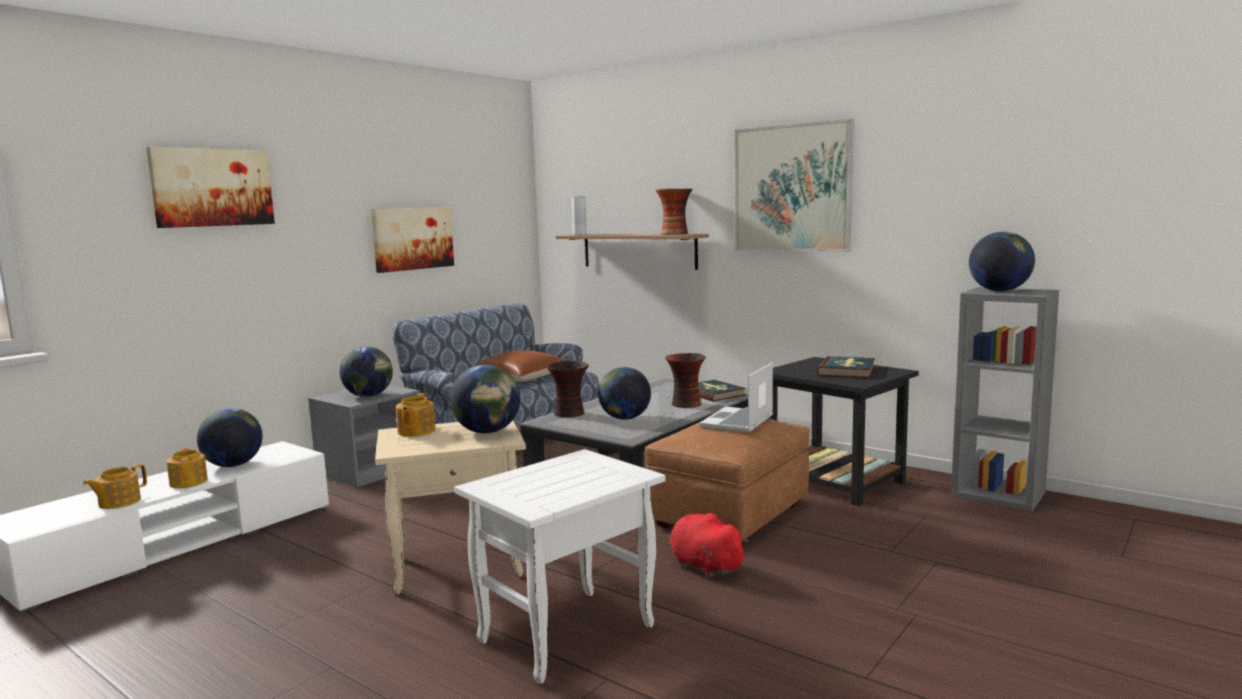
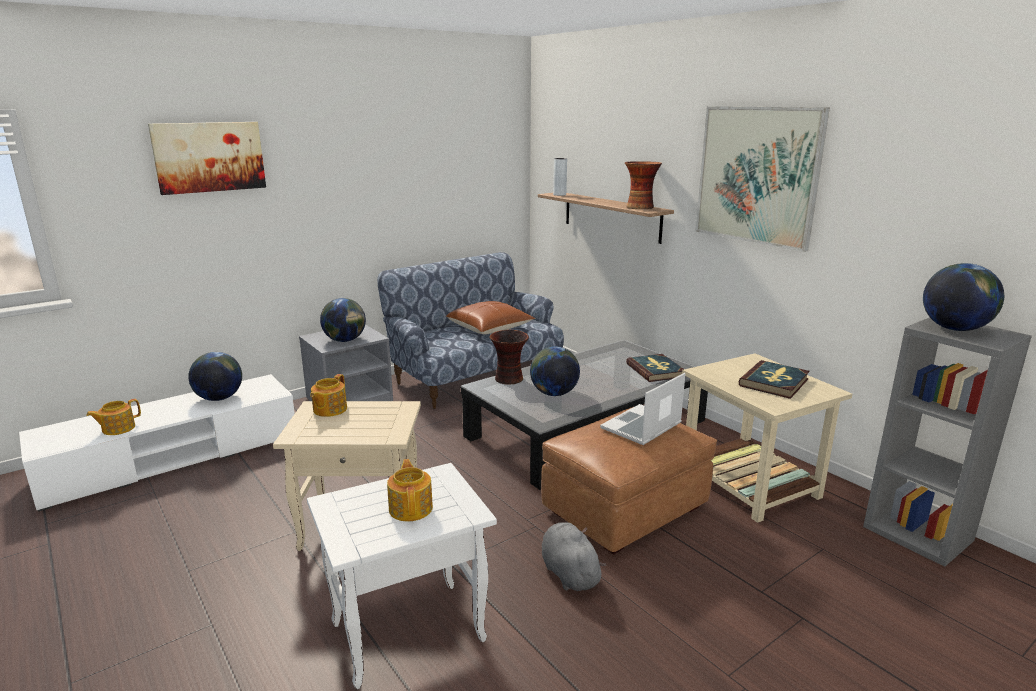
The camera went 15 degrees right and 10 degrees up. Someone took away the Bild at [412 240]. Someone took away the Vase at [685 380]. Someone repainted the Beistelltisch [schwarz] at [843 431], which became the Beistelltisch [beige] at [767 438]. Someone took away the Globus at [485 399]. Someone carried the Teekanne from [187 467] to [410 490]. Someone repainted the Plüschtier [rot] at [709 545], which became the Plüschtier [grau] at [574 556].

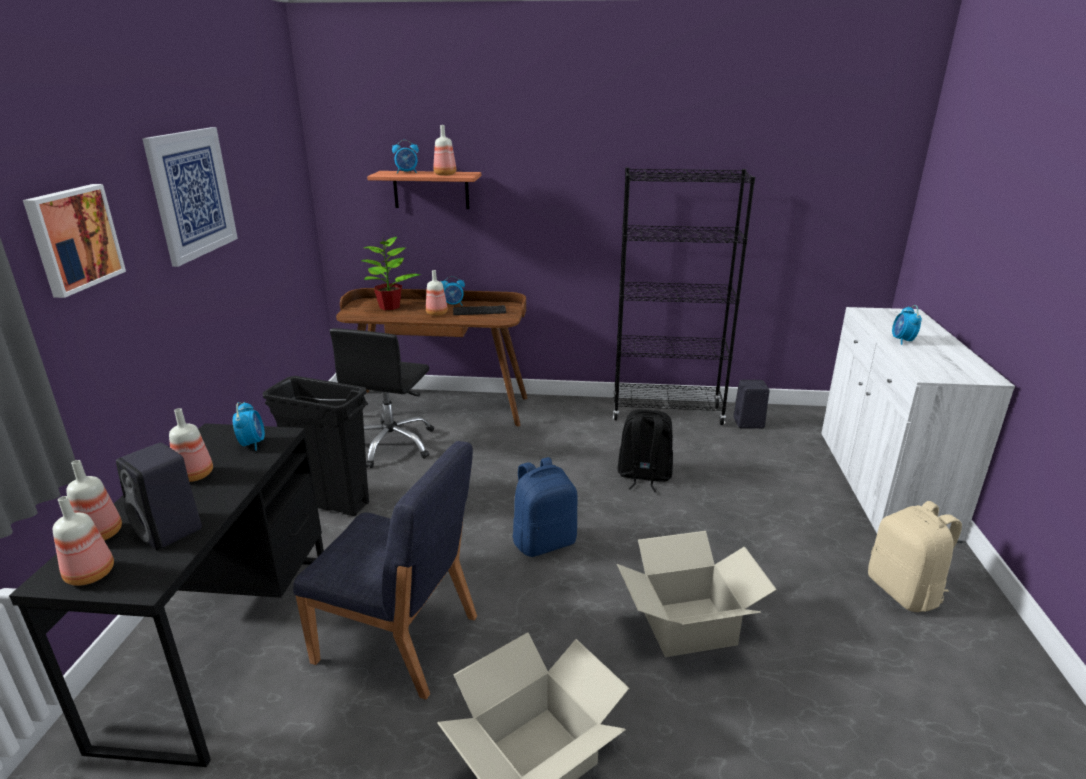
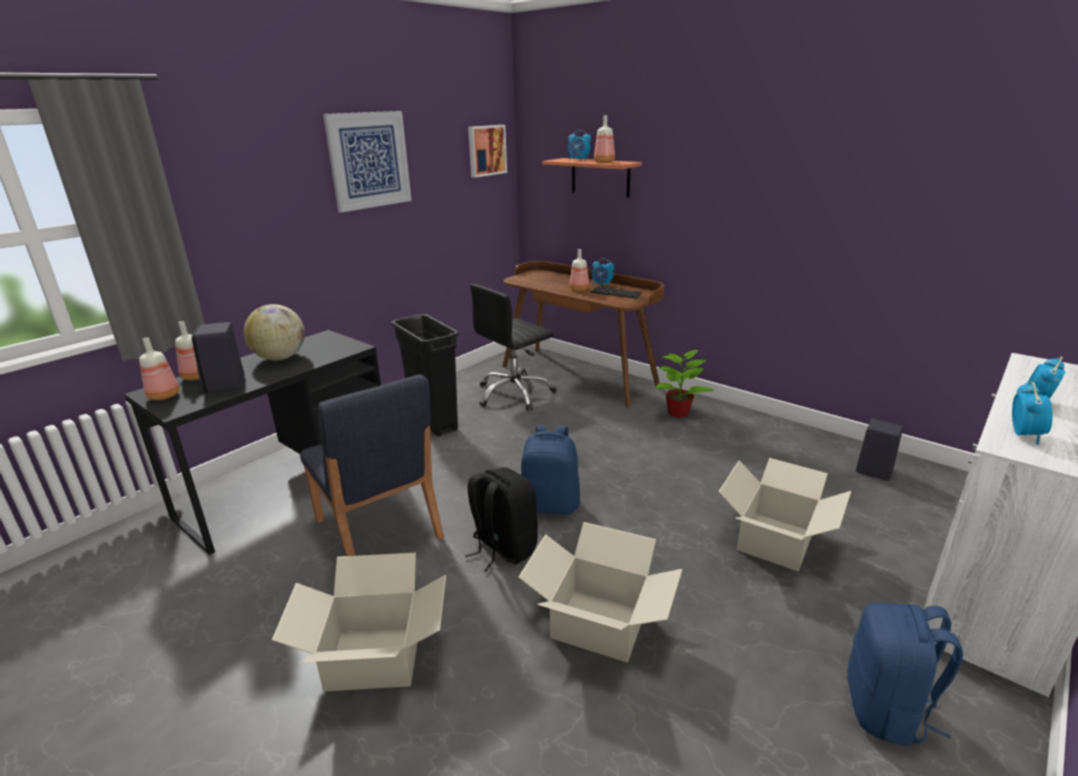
The camera went 35 degrees right and 0 degrees up. Someone took away the Bücherregal [schwarz] at [684 296]. Someone carried the Bild from [74 241] to [487 151]. Someone carried the Topfpflanze from [391 273] to [685 384]. Someone carried the Wecker from [249 426] to [1032 413]. Someone swapped the Flasche at [191 445] for the Globus at [274 332]. Someone carried the Rucksack [schwarz] from [645 450] to [501 519]. Someone repainted the Rucksack [beige] at [915 556], which became the Rucksack [blau] at [905 674]. Someone put down the Karton at [784 514].

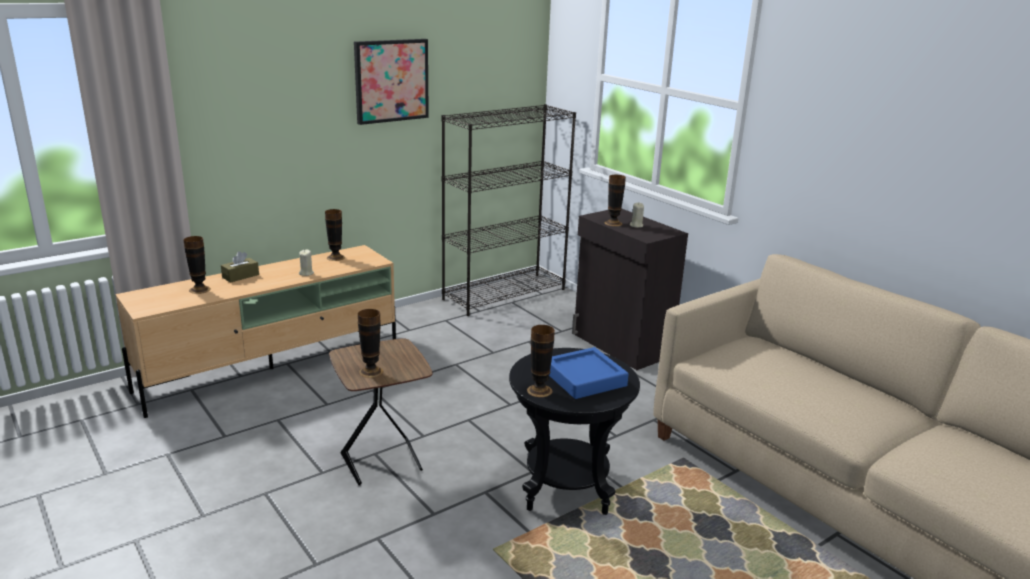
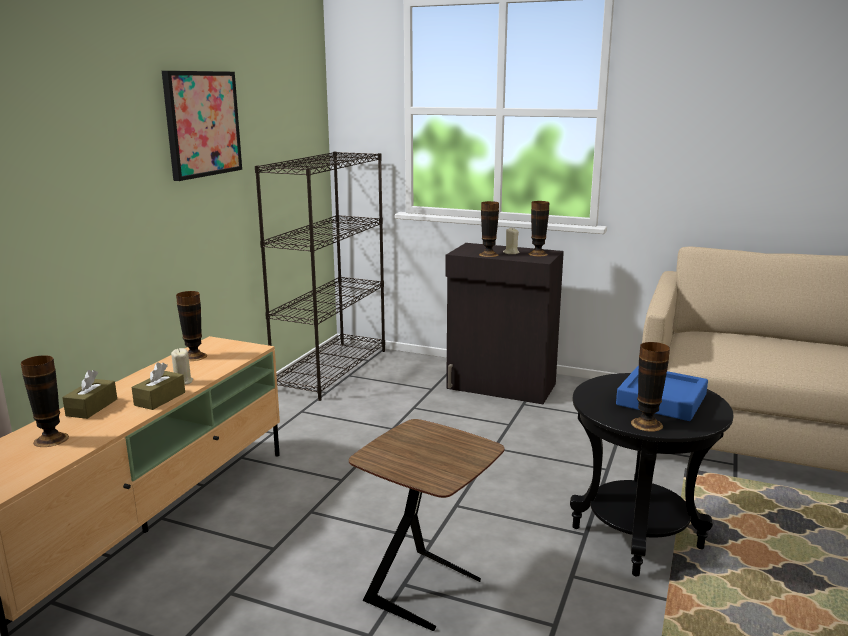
The camera went 30 degrees left and 5 degrees down. Someone carried the Vase from [371 343] to [539 228]. Someone put down the Taschentuchbox [braun] at [158 386].

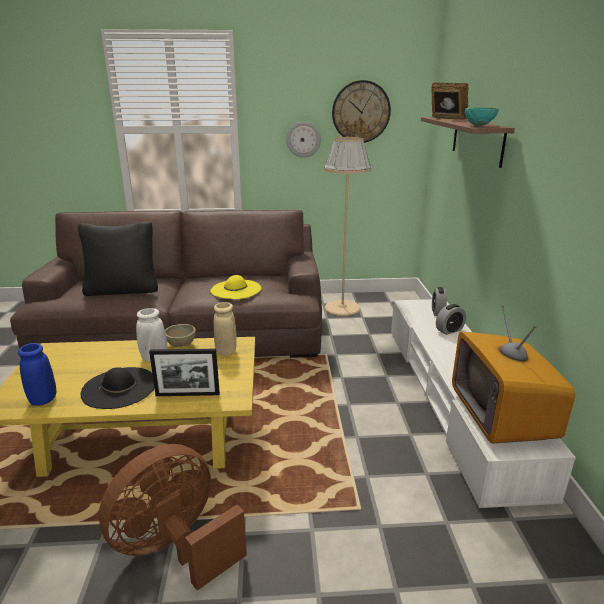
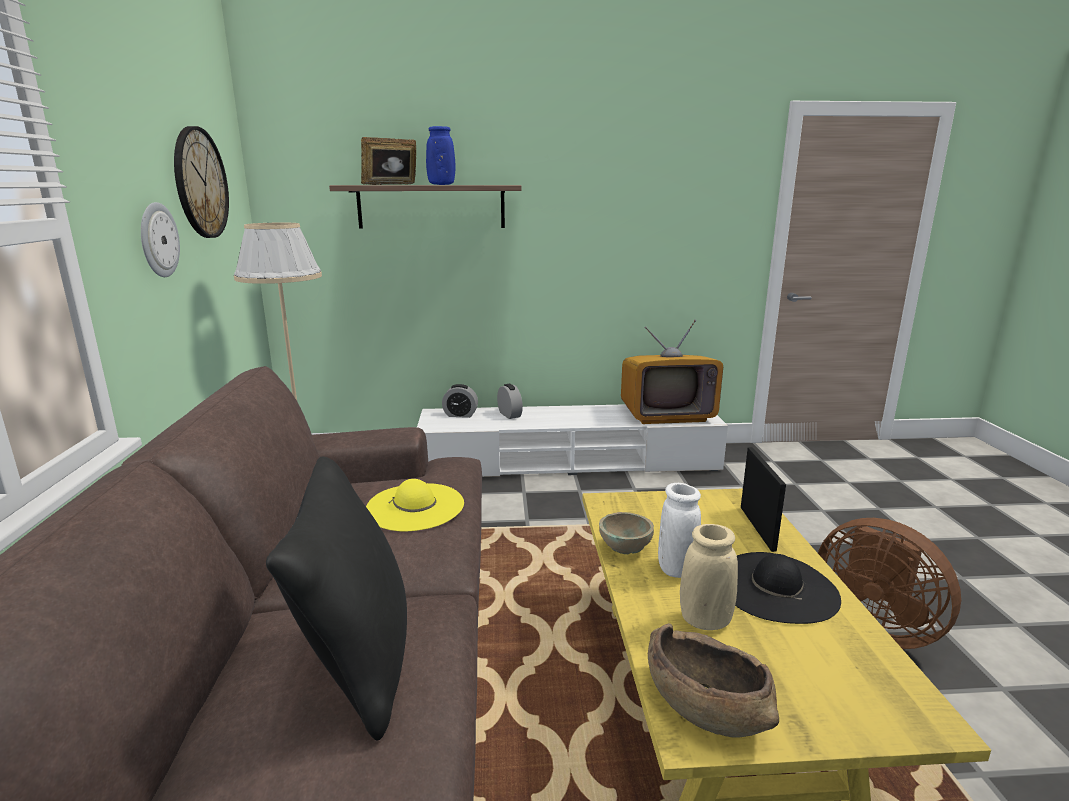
The camera went 90 degrees left and 5 degrees down. Someone took away the Schüssel [türkis] at [482 117]. Someone carried the Vase [beige] from [225 329] to [709 577]. Someone carried the Vase [blau] from [37 374] to [441 155]. Someone put down the Schüssel [braun] at [713 680].

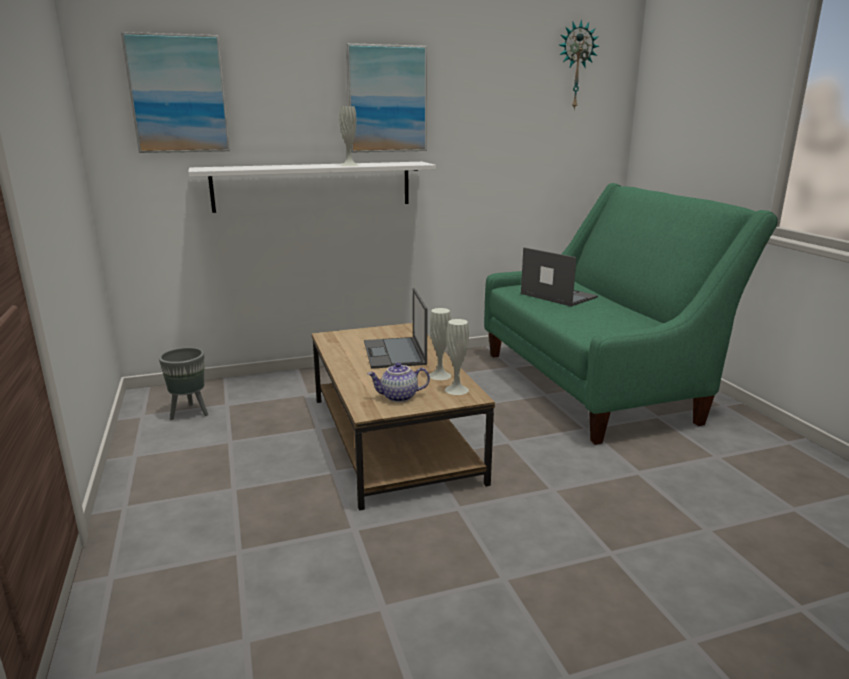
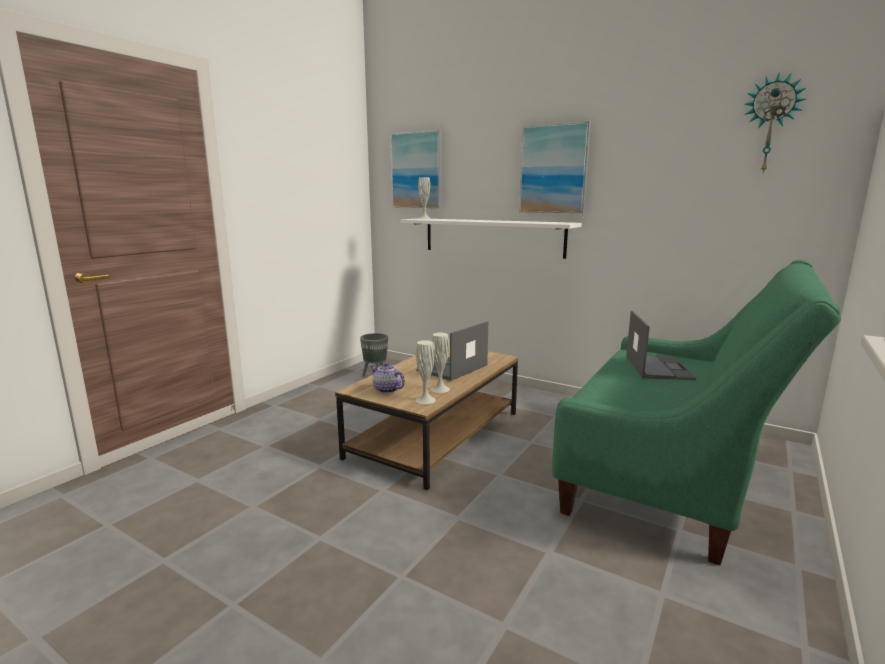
The camera went 50 degrees right and 5 degrees down. Someone carried the Vase [weiß] from [349 136] to [424 198].

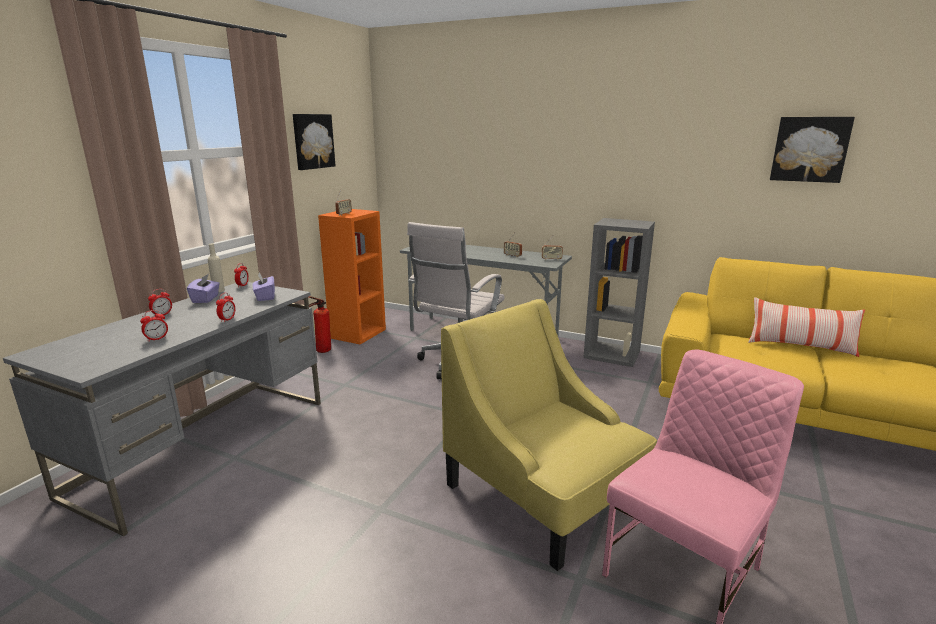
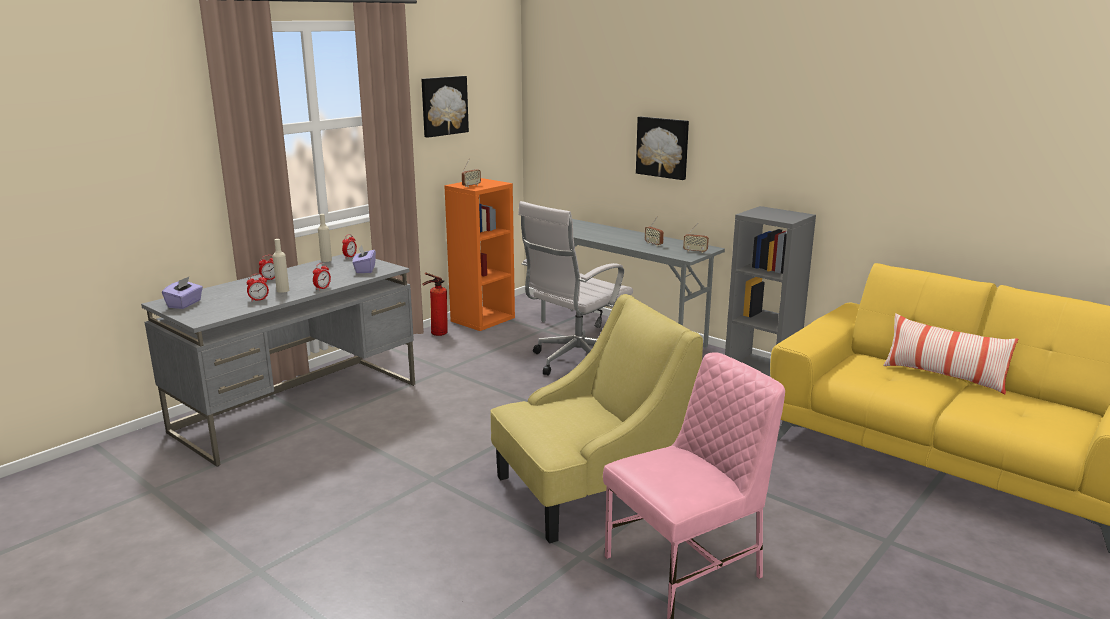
The camera went 15 degrees right and 0 degrees up. Someone carried the Bild from [812 150] to [662 148]. Someone carried the Taschentuchbox [lila] from [203 288] to [182 293]. Someone rotated the Sessel [gelb] at [549 435] by 90 degrees clockwise. Someone put down the Flasche [beige] at [281 266].

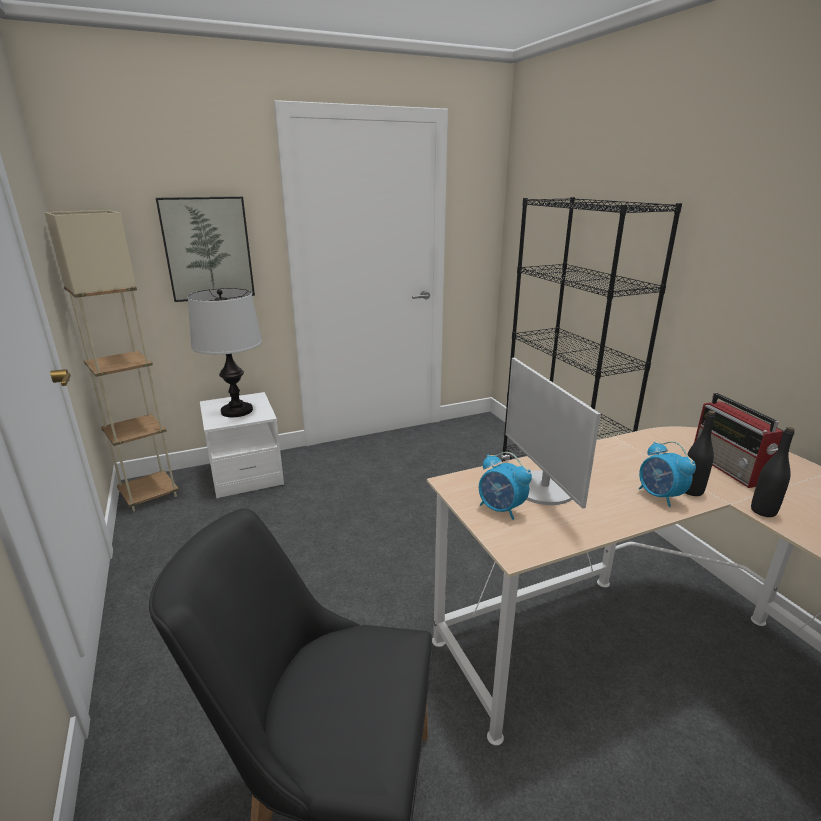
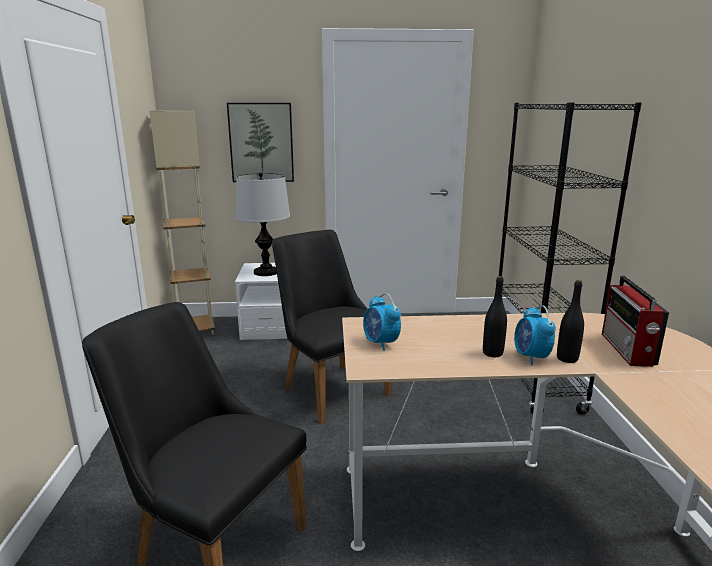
The camera went 20 degrees right and 5 degrees down. Someone took away the Monitor at [553 433]. Someone carried the Flasche [schwarz] from [773 472] to [495 316]. Someone put down the Stuhl [schwarz] at [332 327].

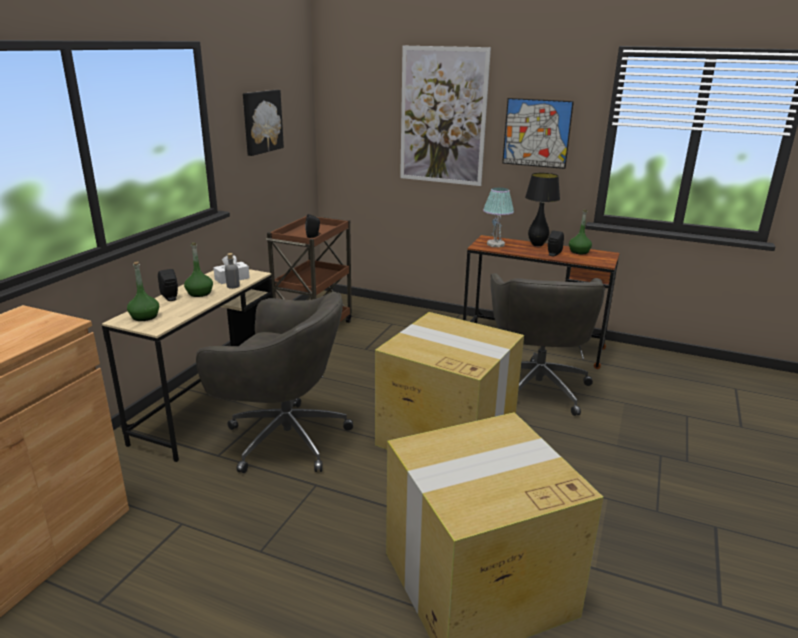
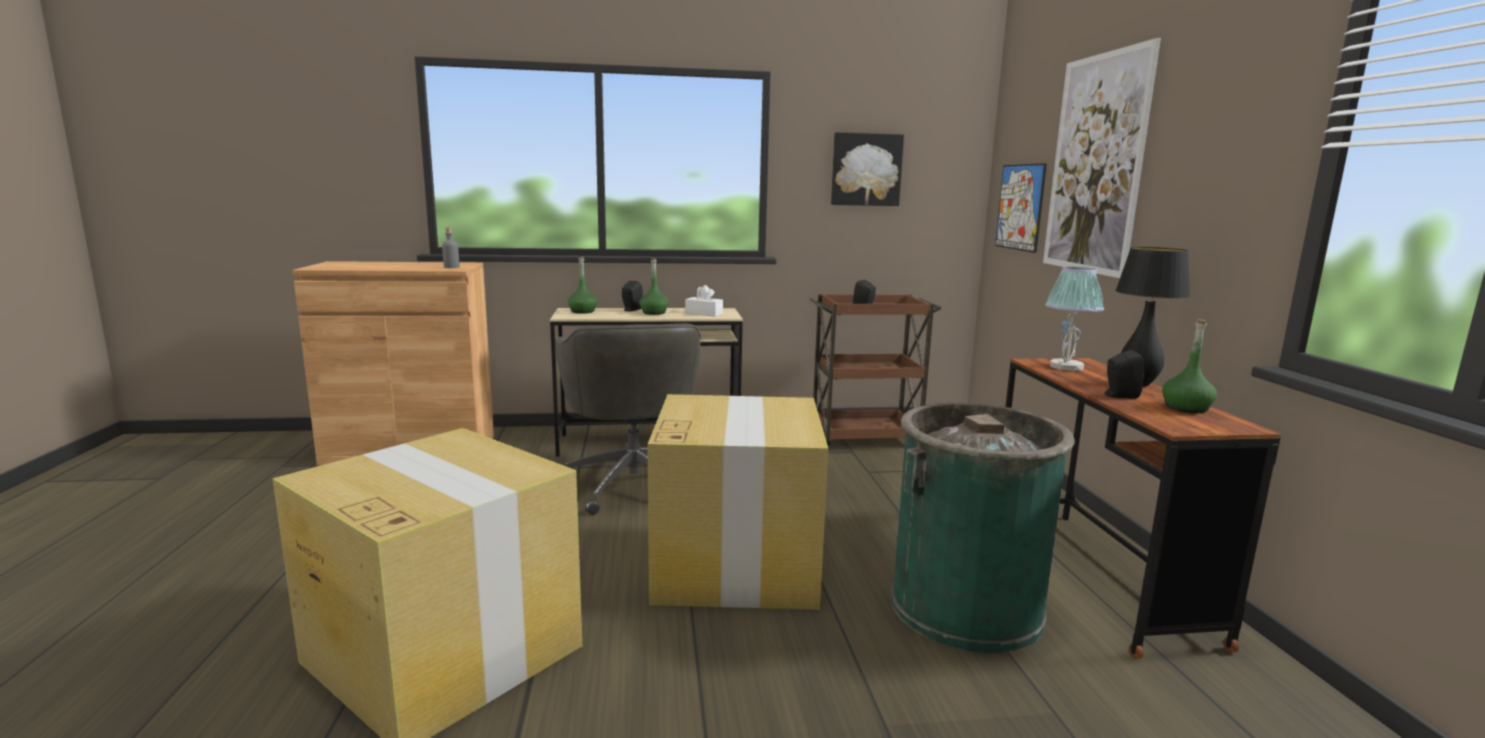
The camera went 60 degrees right and 10 degrees down. Someone carried the Bild from [538 133] to [1021 208]. Someone carried the Flasche [grau] from [232 271] to [451 247]. Someone swapped the Bürostuhl [grau] at [547 344] for the Mülleimer [grün] at [983 528].

